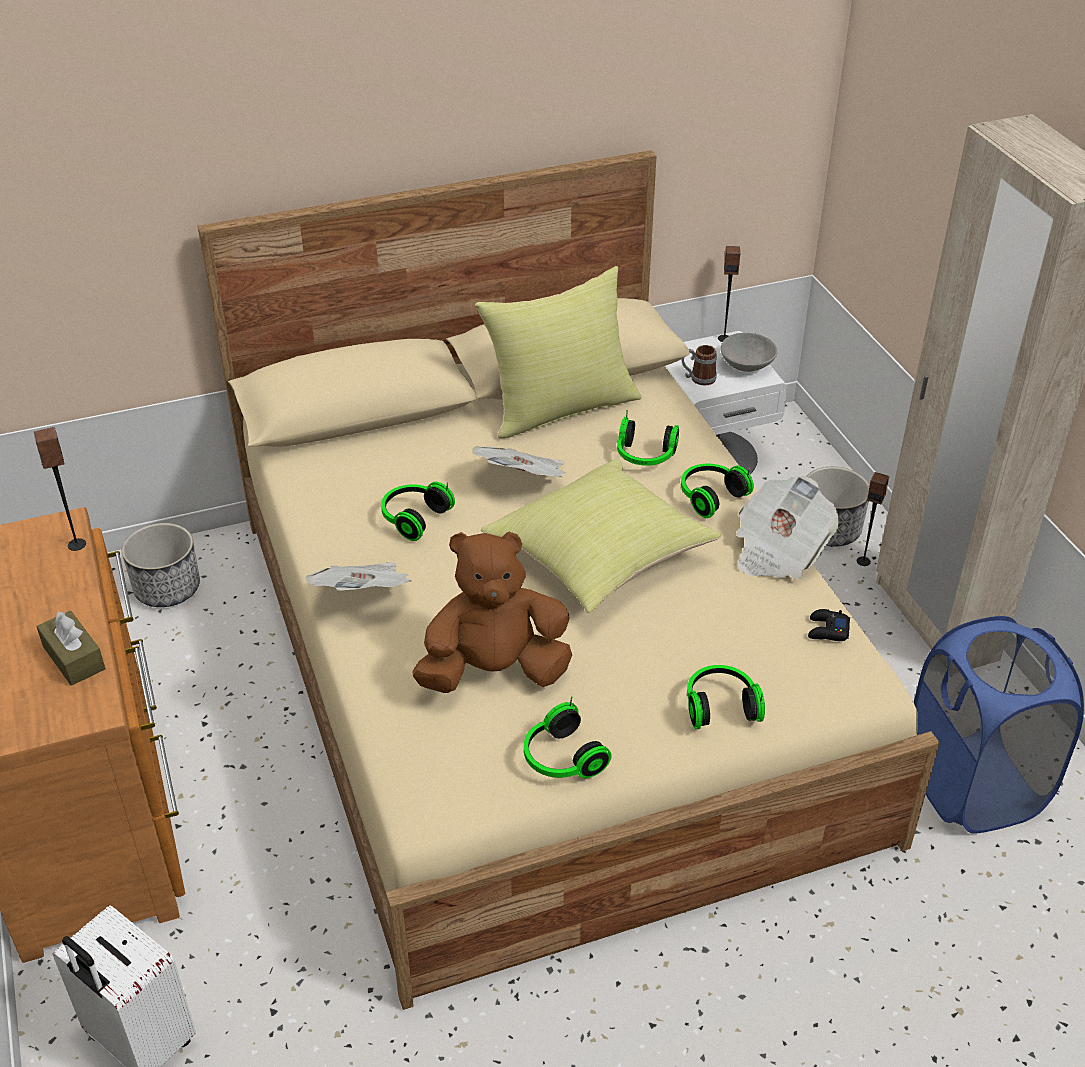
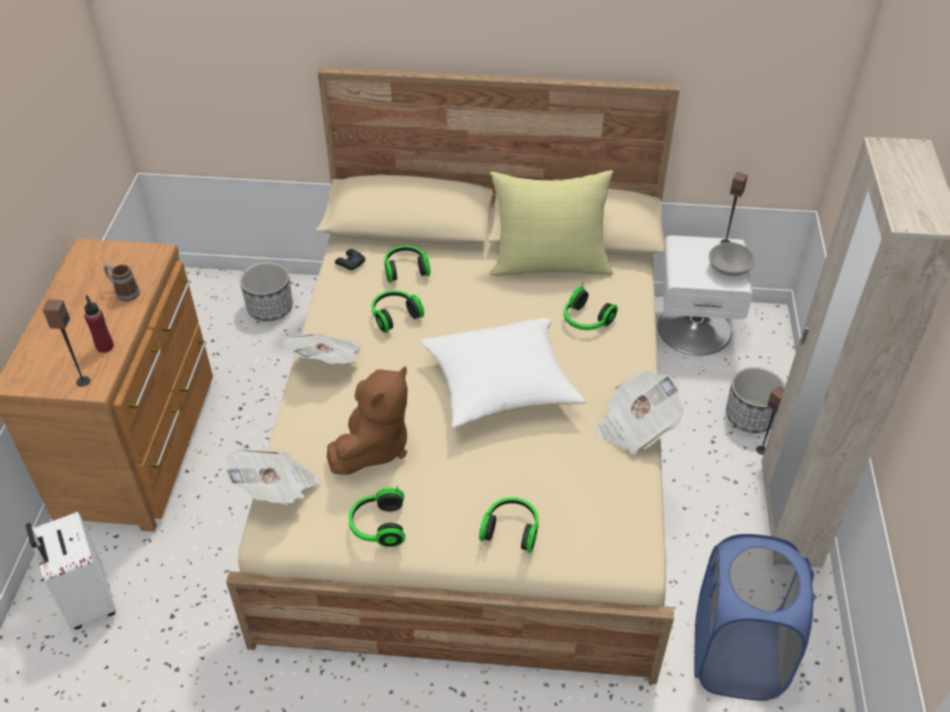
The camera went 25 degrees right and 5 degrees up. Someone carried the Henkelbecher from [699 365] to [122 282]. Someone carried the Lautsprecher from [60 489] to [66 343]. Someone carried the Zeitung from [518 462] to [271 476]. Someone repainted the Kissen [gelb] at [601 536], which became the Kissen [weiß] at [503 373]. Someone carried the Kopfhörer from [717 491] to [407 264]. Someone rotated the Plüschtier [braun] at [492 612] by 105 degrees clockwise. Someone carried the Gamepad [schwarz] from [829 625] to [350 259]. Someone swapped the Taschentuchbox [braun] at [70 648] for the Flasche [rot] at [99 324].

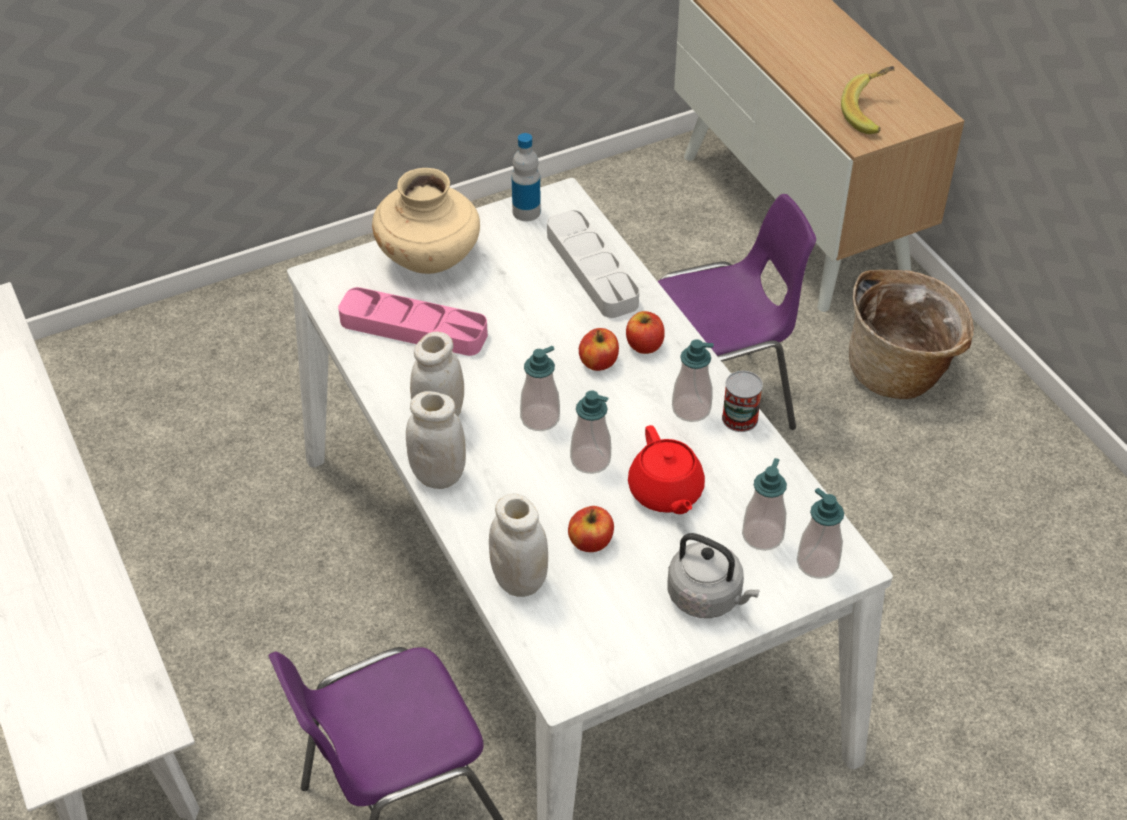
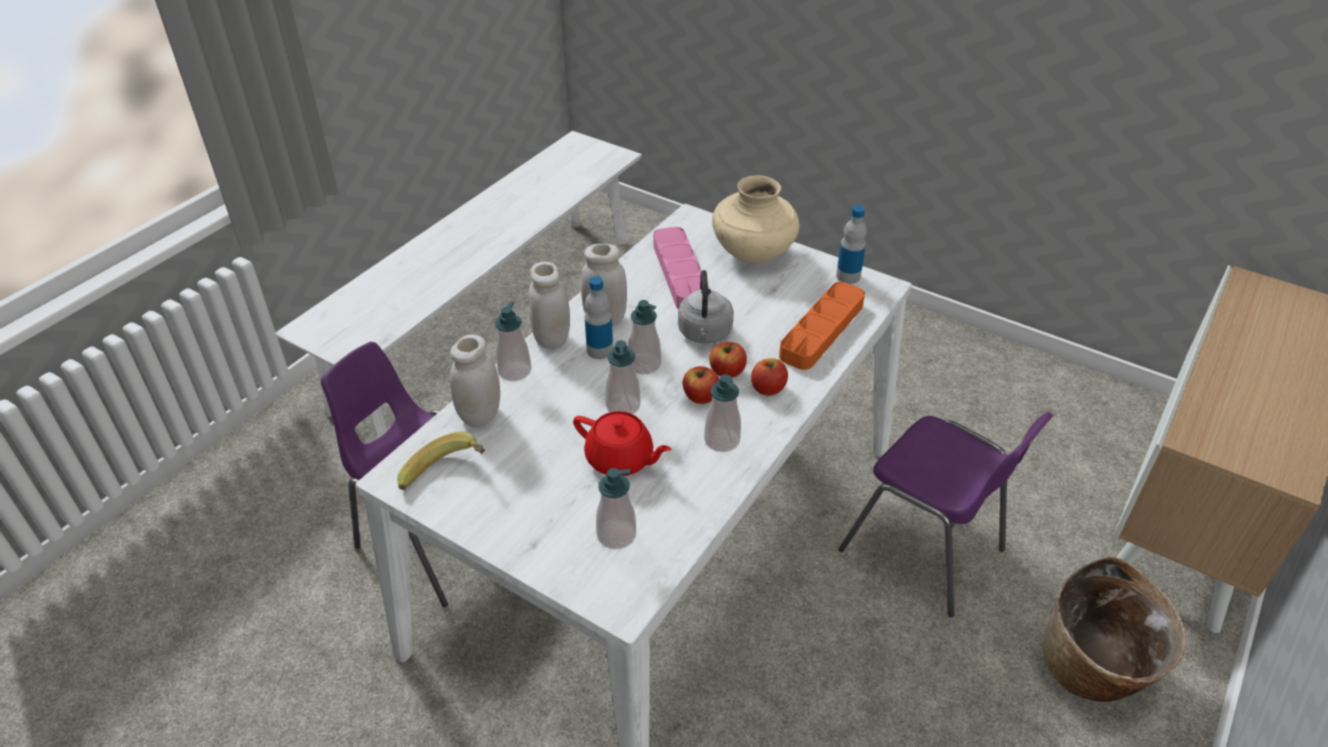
The camera went 60 degrees right and 5 degrees down. Someone carried the Banane from [868 100] to [441 460]. Someone repainted the Tablett [grau] at [593 264], which became the Tablett [orange] at [822 326]. Someone took away the Dose at [742 401]. Someone rotated the Teekanne [rot] at [666 469] by 105 degrees counterclockwise. Someone carried the Seifenspender from [820 533] to [513 341]. Someone carried the Apfel from [591 529] to [701 385]. Someone carried the Wasserkessel [grau] from [714 575] to [706 306]. Someone put down the Flasche at [599 317].

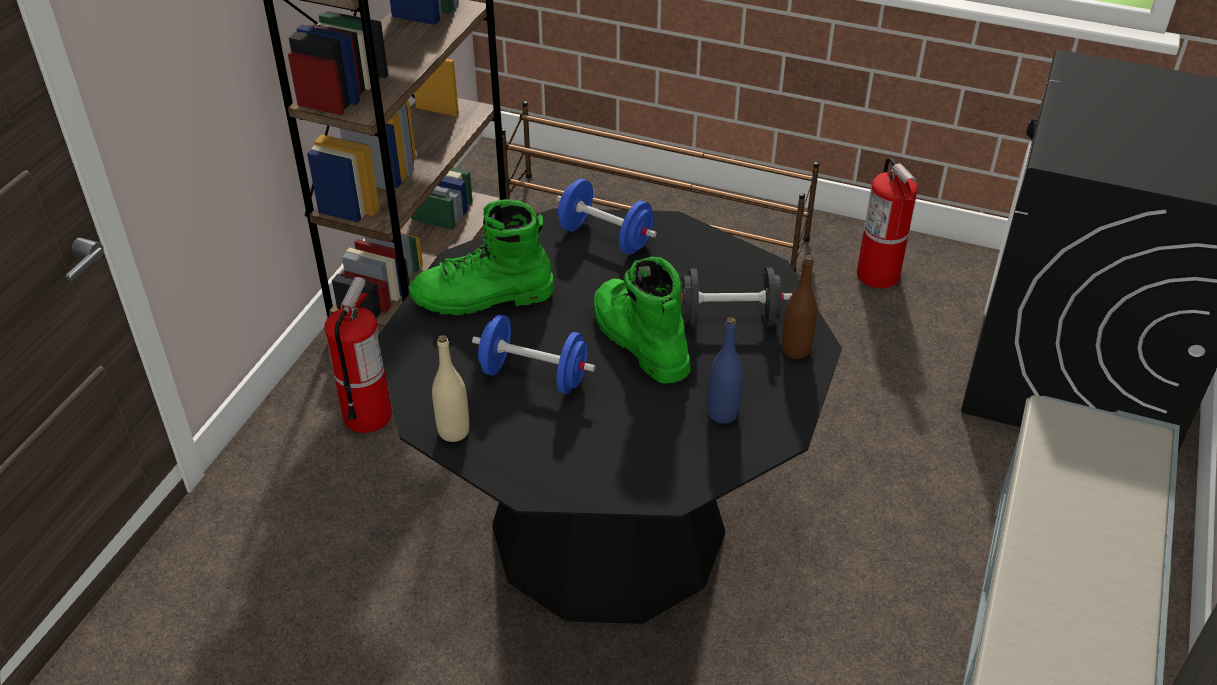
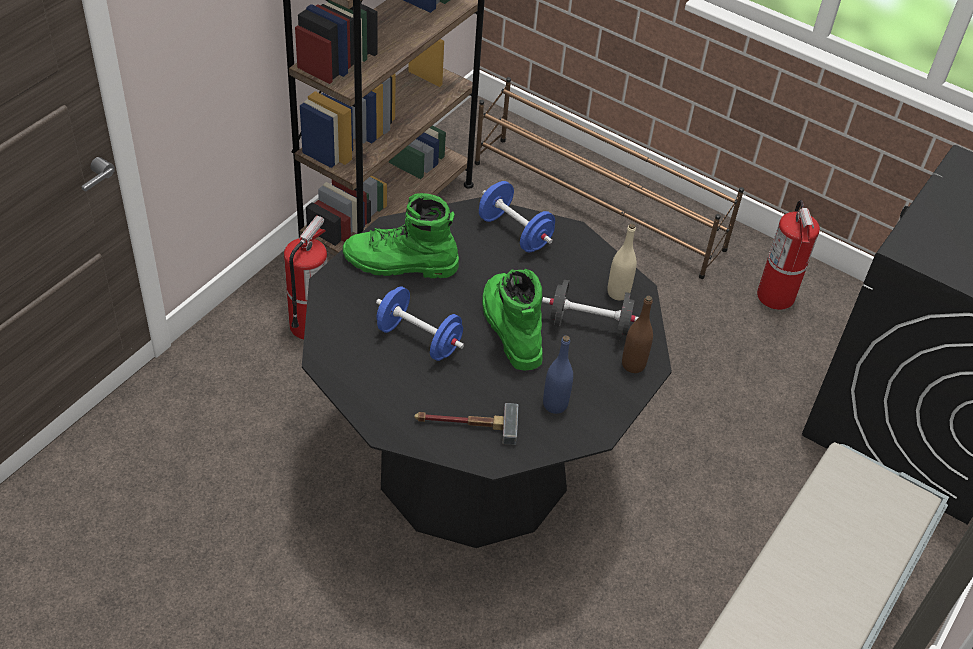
The camera went 10 degrees right and 5 degrees up. Someone carried the Flasche [beige] from [450 388] to [622 261]. Someone put down the Hammer at [466 424].

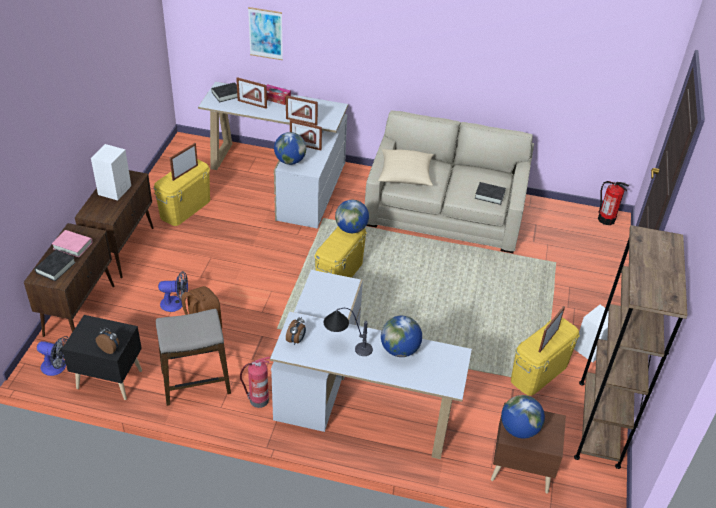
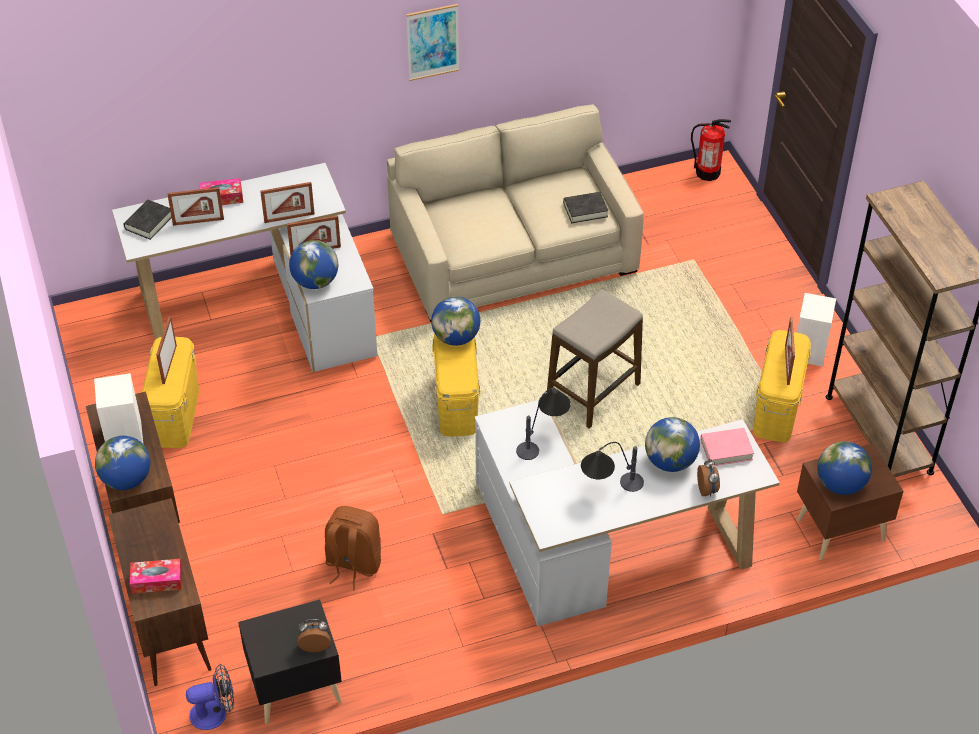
The camera went 30 degrees left and 5 degrees up. Someone carried the Bild from [265 33] to [432 42]. Someone took away the Kissen [beige] at [406 167]. Someone carried the Buch [rosa] from [72 243] to [727 447]. Someone swapped the Buch [schwarz] at [55 265] for the Taschentuchbox at [156 576]. Someone took away the Ventilator at [173 291]. Someone carried the Hocker from [193 357] to [595 359]. Someone carried the Wecker from [296 331] to [708 477]. Someone took away the Feuerlöscher at [255 382]. Someone put down the Tischlampe at [543 423]. Someone put down the Globus at [122 463].

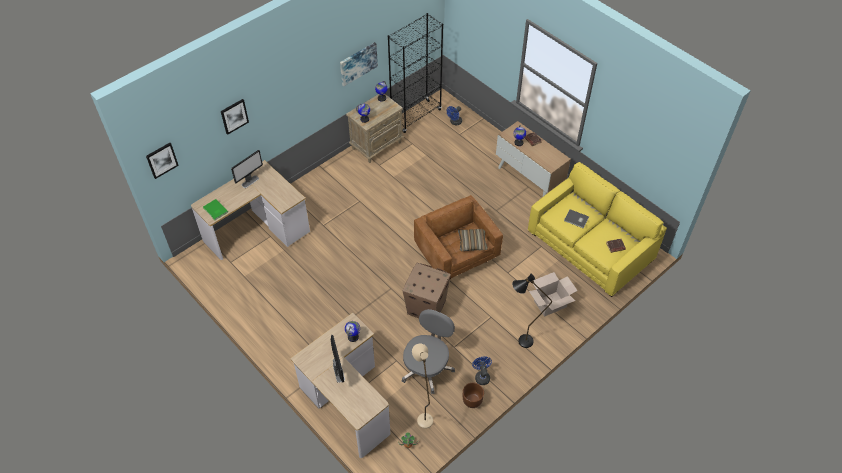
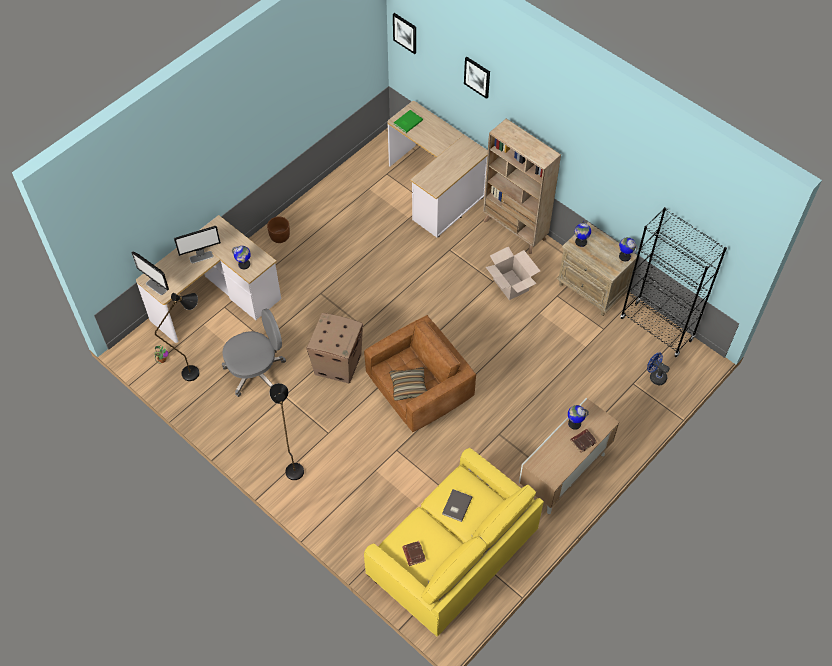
The camera went 85 degrees right and 5 degrees up. Someone took away the Bild at [359 64]. Someone carried the Monitor from [247 169] to [150 273]. Someone carried the Karton from [553 294] to [513 273]. Someone rotated the Bürostuhl [grau] at [428 351] by 45 degrees counterclockwise. Someone repainted the Stehlampe [beige] at [422 386], which became the Stehlampe [schwarz] at [177 337]. Someone took away the Ventilator [blau] at [482 370]. Someone carried the Pflanzkübel [braun] from [473 395] to [278 229]. Someone put down the Bücherregal [beige] at [522 186].

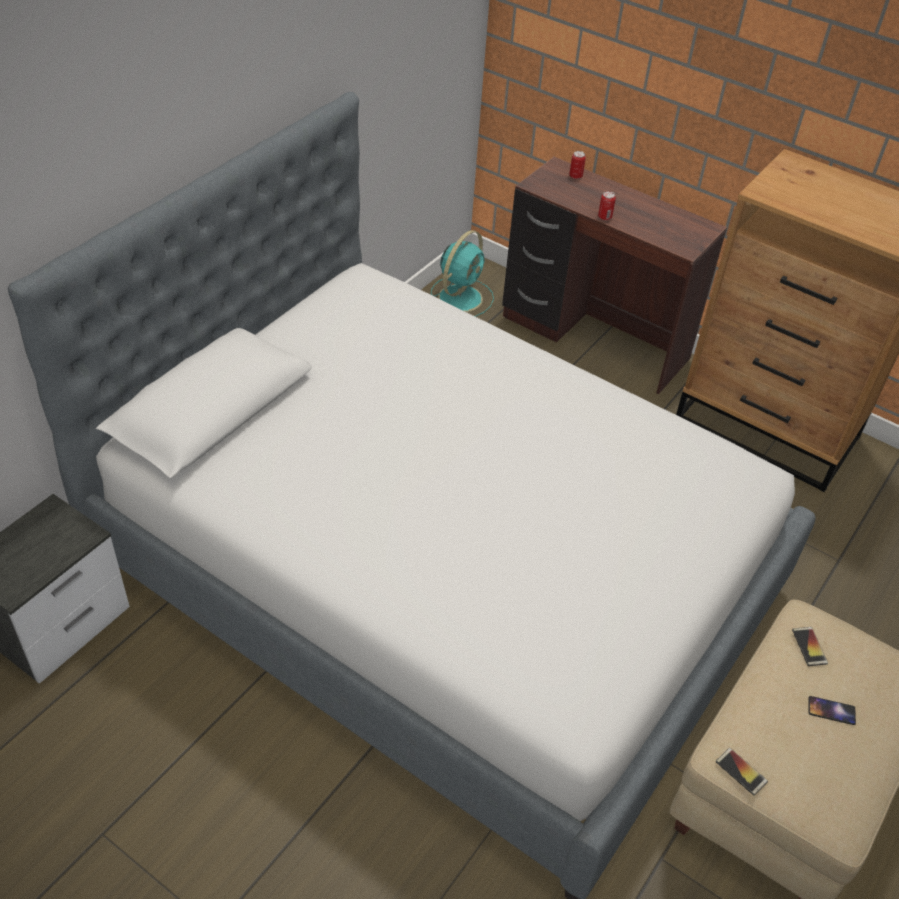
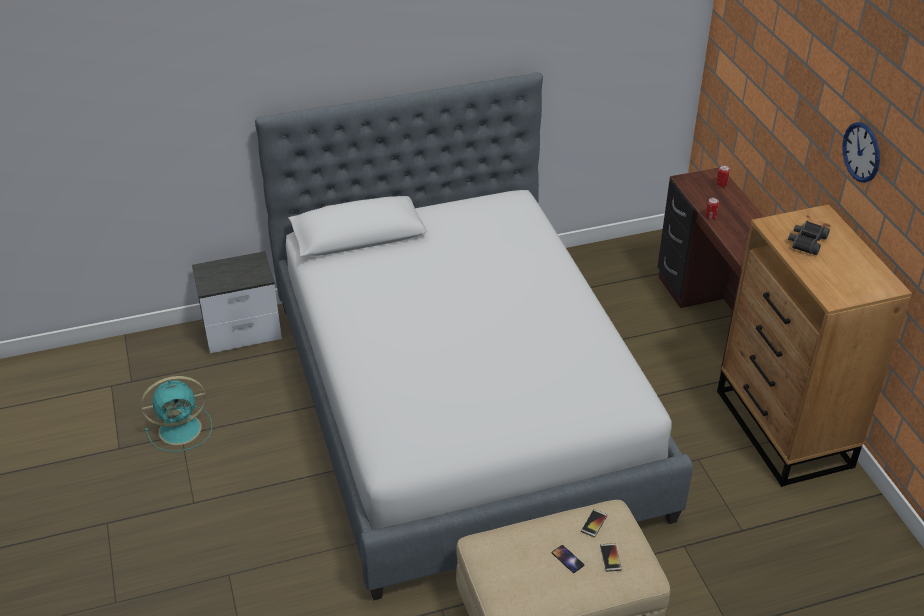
The camera went 40 degrees right and 5 degrees down. Someone carried the Ventilator [türkis] from [462 273] to [176 414]. Someone carried the Handy from [742 772] to [611 557]. Someone put up the Wanduhr at [861 152]. Someone put down the Fernglas [schwarz] at [809 238].

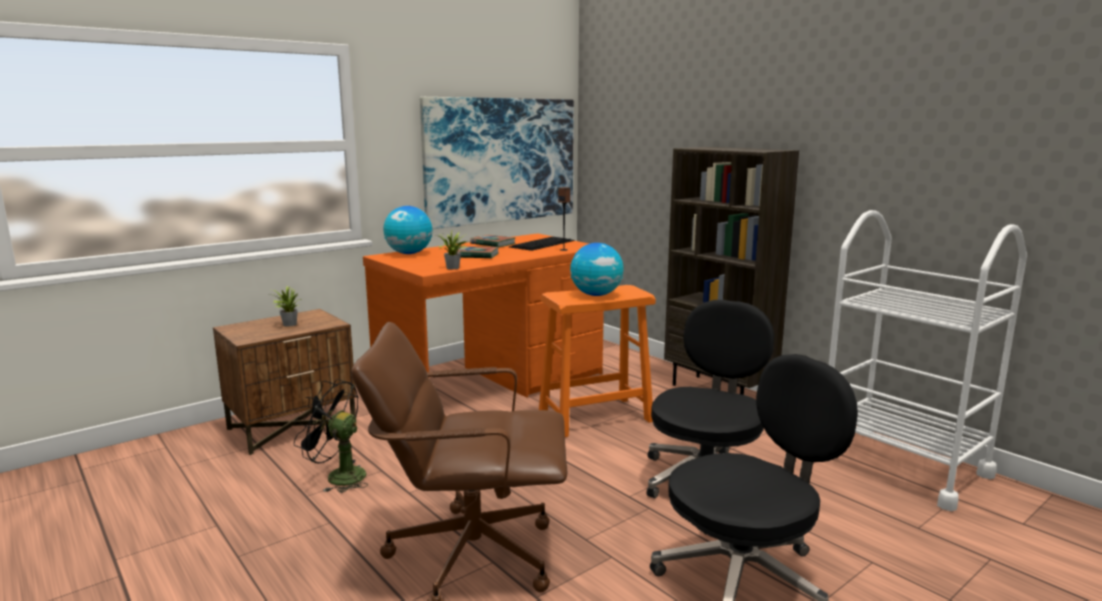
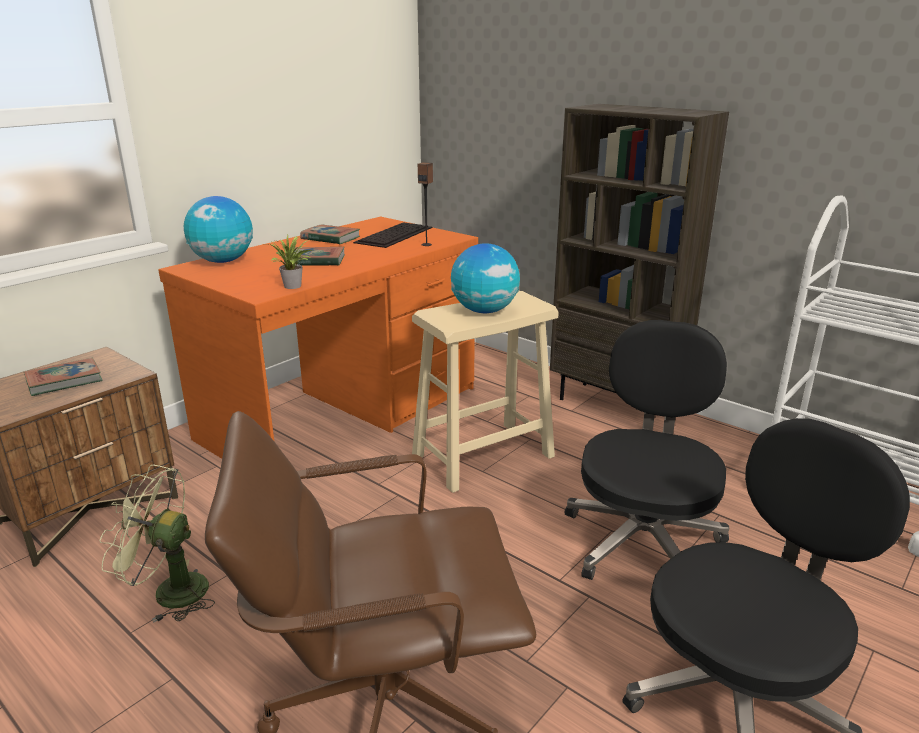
The camera went 10 degrees left and 10 degrees up. Someone took away the Bild at [497 163]. Someone repainted the Hocker [orange] at [597 361], which became the Hocker [beige] at [485 392]. Someone swapped the Topfpflanze at [287 306] for the Buch at [63 377]. Someone repainted the Ventilator [schwarz] at [331 436], which became the Ventilator [grün] at [157 543].

